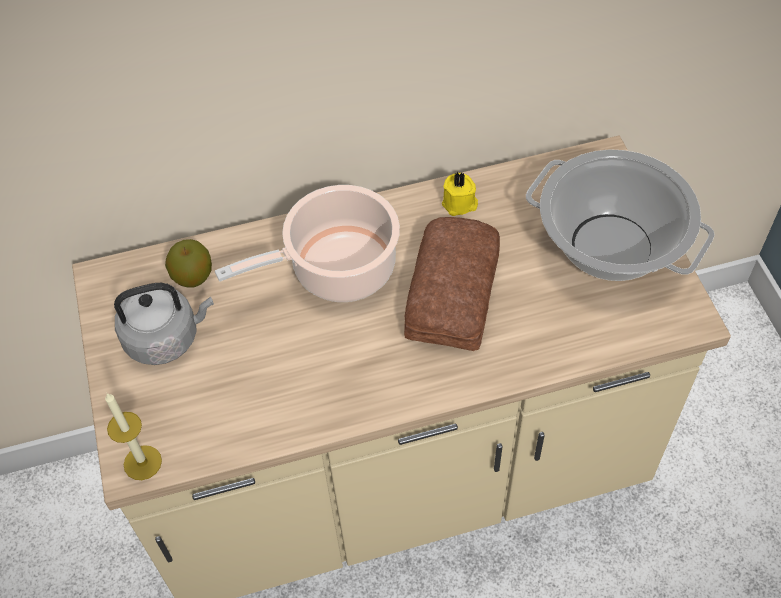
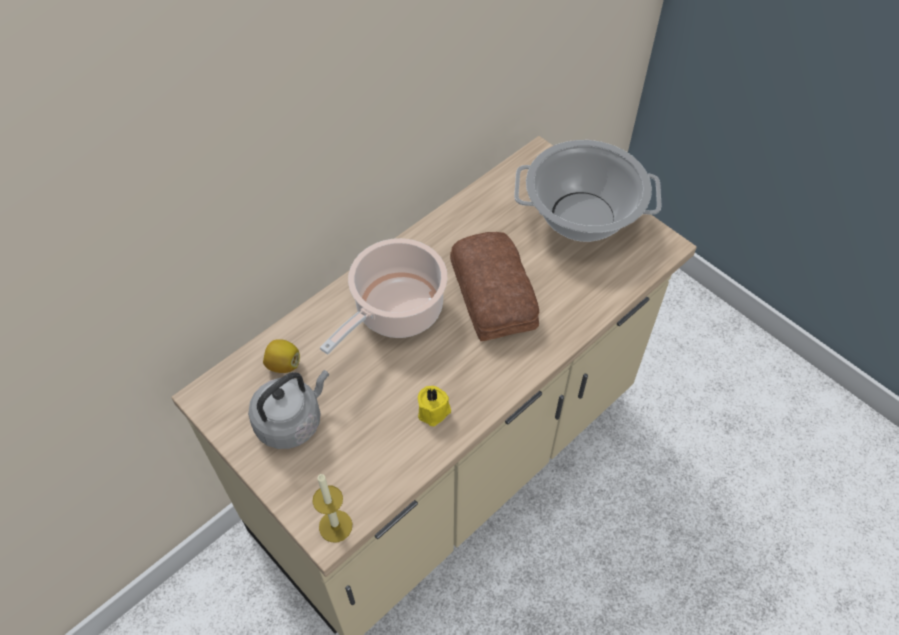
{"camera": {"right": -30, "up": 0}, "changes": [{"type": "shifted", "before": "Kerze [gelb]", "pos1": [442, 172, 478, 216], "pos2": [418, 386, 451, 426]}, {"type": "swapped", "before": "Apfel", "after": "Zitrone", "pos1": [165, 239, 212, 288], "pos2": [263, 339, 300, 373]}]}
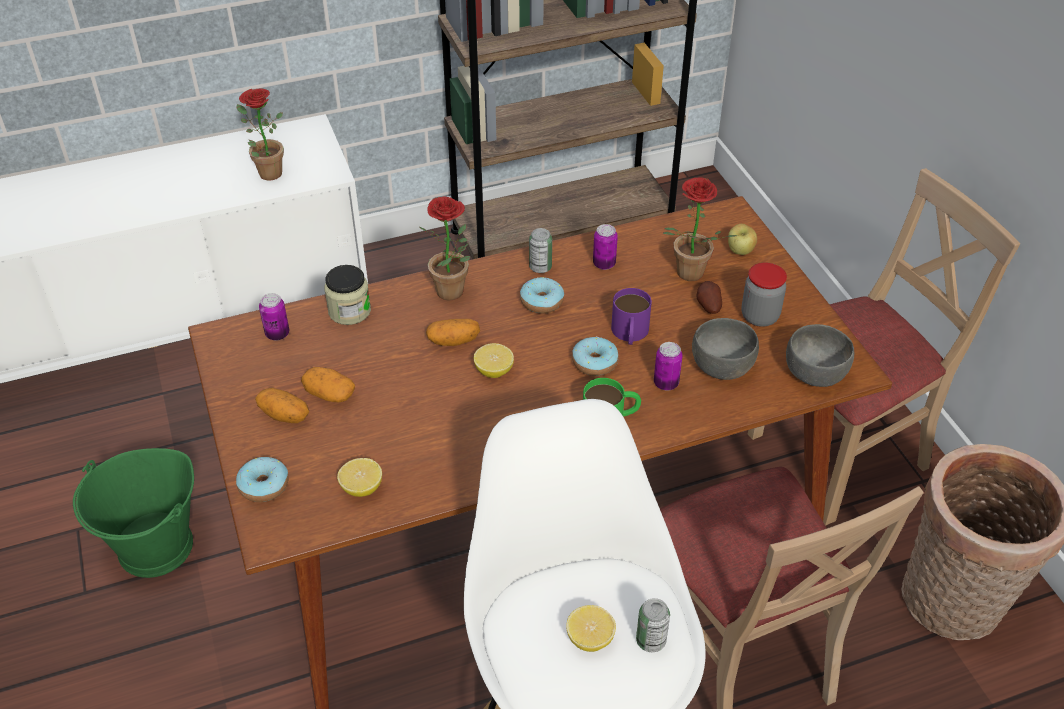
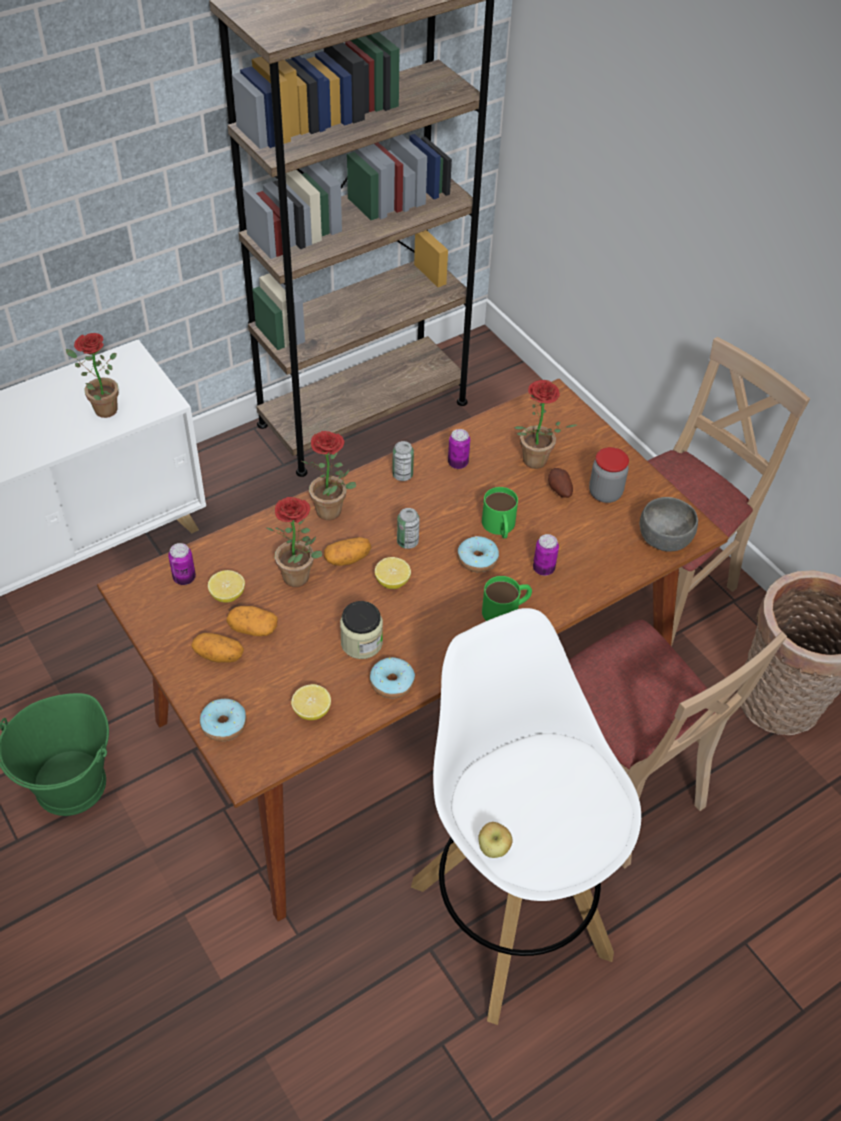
{"camera": {"right": -15, "up": 5}, "changes": [{"type": "shifted", "before": "Apfel", "pos1": [728, 224, 757, 255], "pos2": [478, 822, 513, 858]}, {"type": "shifted", "before": "Vorratsglas", "pos1": [324, 265, 371, 325], "pos2": [340, 601, 383, 659]}, {"type": "shifted", "before": "Donut", "pos1": [520, 277, 564, 314], "pos2": [370, 657, 415, 698]}, {"type": "repainted", "before": "Henkelbecher [lila]", "after": "Henkelbecher [grün]", "pos1": [611, 288, 652, 345], "pos2": [482, 487, 518, 538]}, {"type": "gone", "before": "Schüssel [grau]", "pos1": [692, 318, 759, 380]}, {"type": "shifted", "before": "Dose", "pos1": [636, 598, 670, 652], "pos2": [397, 508, 420, 549]}, {"type": "shifted", "before": "Zitrone", "pos1": [566, 605, 616, 652], "pos2": [208, 570, 245, 603]}, {"type": "new", "after": "Topfpflanze", "pos2": [266, 497, 322, 587]}]}
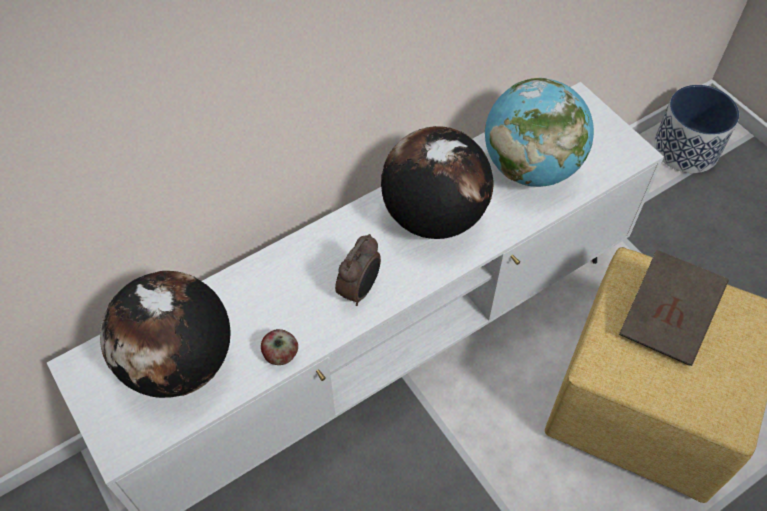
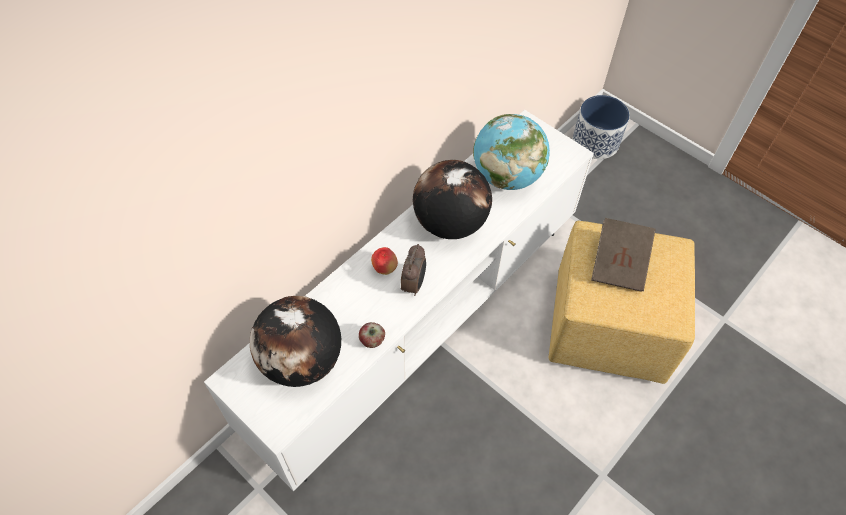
{"camera": {"right": -15, "up": 0}, "changes": [{"type": "new", "after": "Apfel", "pos2": [371, 247, 398, 275]}]}
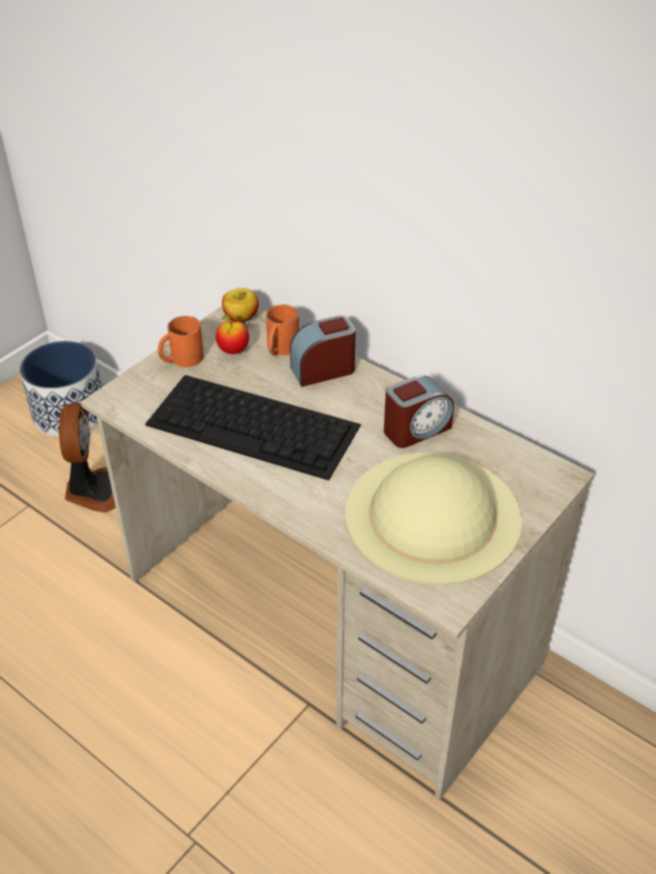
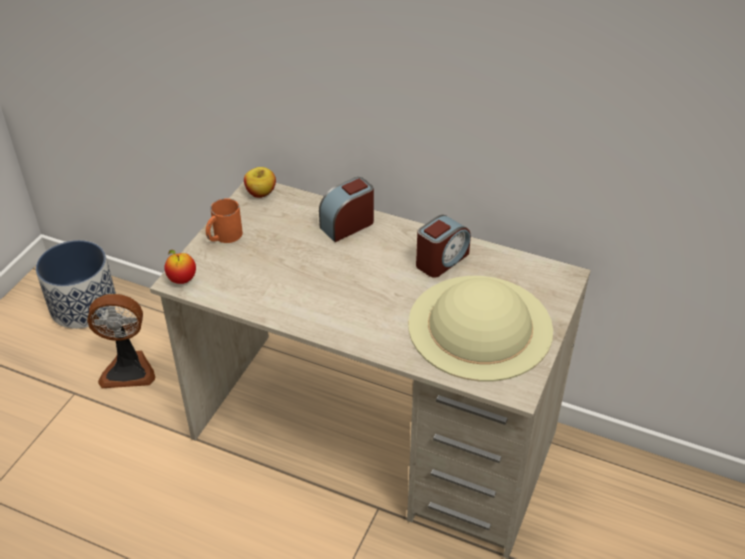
{"camera": {"right": -15, "up": 0}, "changes": [{"type": "gone", "before": "Henkelbecher [orange]", "pos1": [266, 305, 299, 356]}, {"type": "shifted", "before": "Apfel", "pos1": [216, 315, 249, 354], "pos2": [164, 250, 196, 284]}, {"type": "gone", "before": "Tastatur", "pos1": [145, 375, 361, 480]}, {"type": "rotated", "before": "Ventilator", "pos1": [59, 403, 116, 513], "pos2": [87, 294, 155, 388], "turn": 105}]}
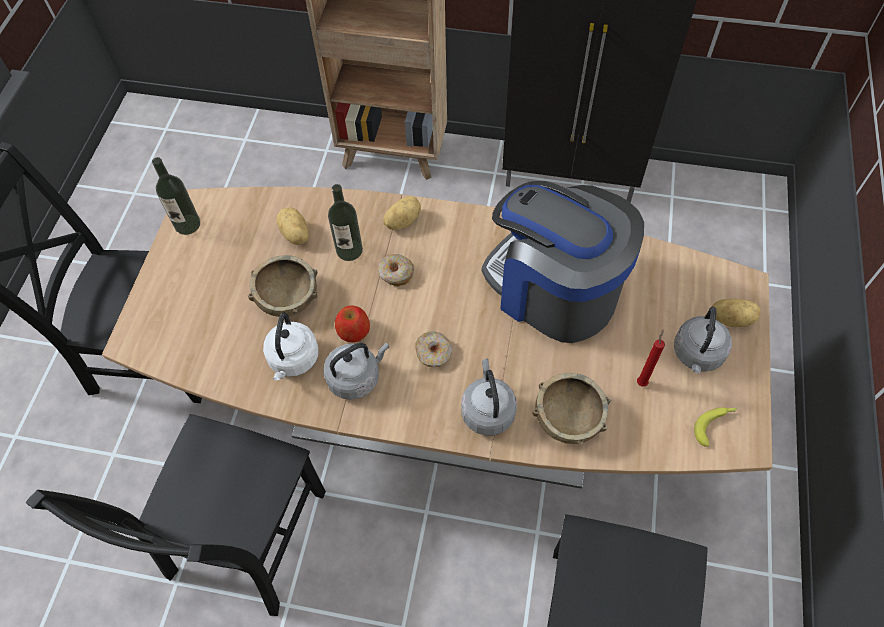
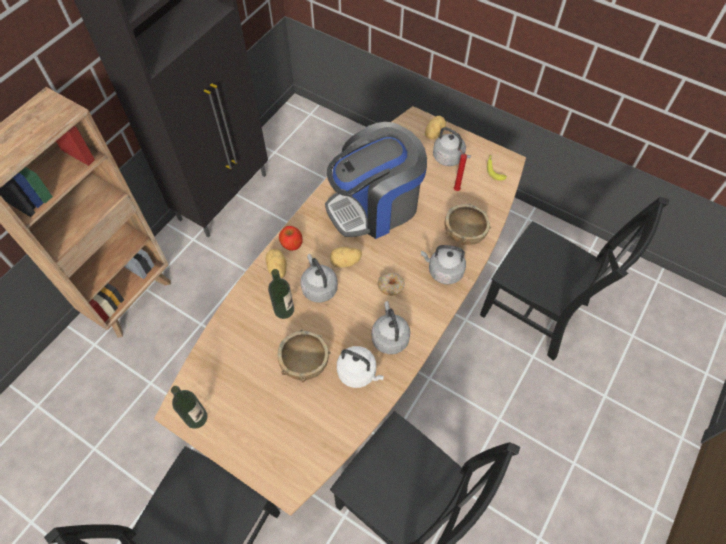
{"camera": {"right": -70, "up": 0}, "changes": [{"type": "shifted", "before": "Kartoffel", "pos1": [277, 207, 309, 245], "pos2": [330, 247, 362, 268]}, {"type": "swapped", "before": "Donut", "after": "Wasserkessel [grau]", "pos1": [378, 254, 414, 287], "pos2": [301, 254, 338, 302]}, {"type": "shifted", "before": "Apfel", "pos1": [335, 305, 370, 342], "pos2": [279, 226, 303, 251]}]}
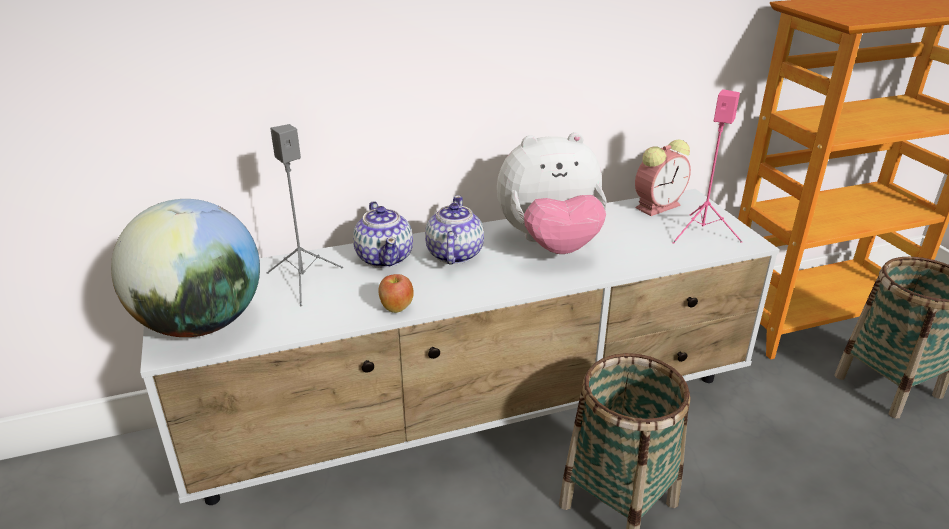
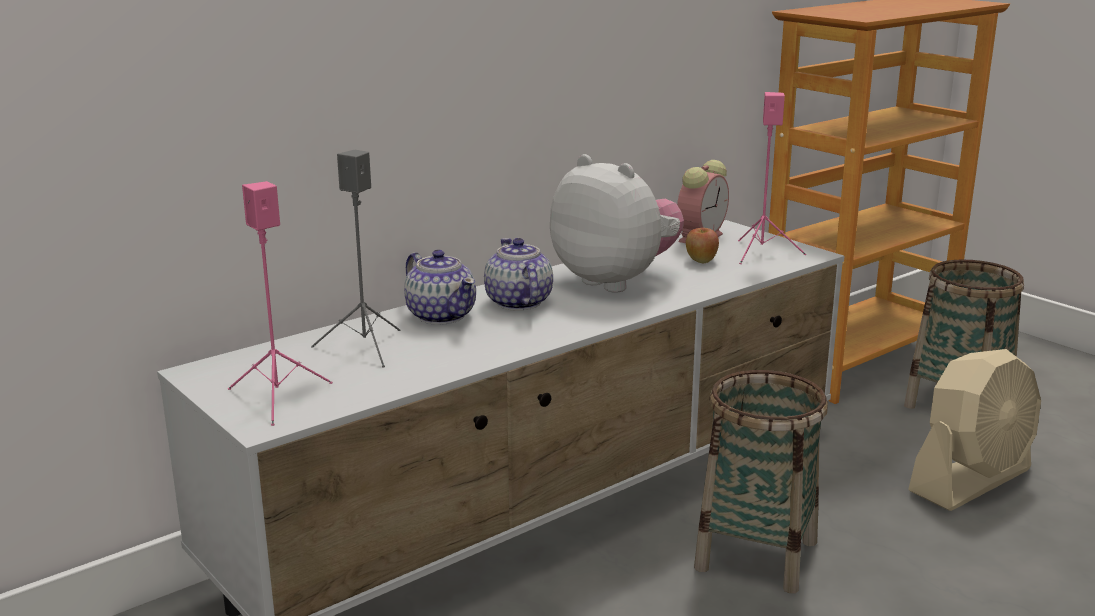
{"camera": {"right": -20, "up": -10}, "changes": [{"type": "rotated", "before": "Plüschtier", "pos1": [497, 132, 607, 254], "pos2": [550, 154, 684, 293], "turn": -105}, {"type": "swapped", "before": "Globus", "after": "Lautsprecher [rosa]", "pos1": [111, 199, 260, 337], "pos2": [228, 181, 333, 426]}, {"type": "shifted", "before": "Apfel", "pos1": [379, 274, 414, 313], "pos2": [686, 228, 719, 263]}, {"type": "new", "after": "Ventilator [beige]", "pos2": [908, 349, 1041, 511]}]}
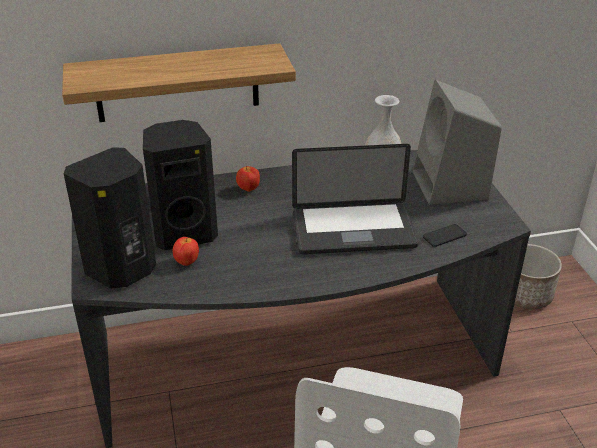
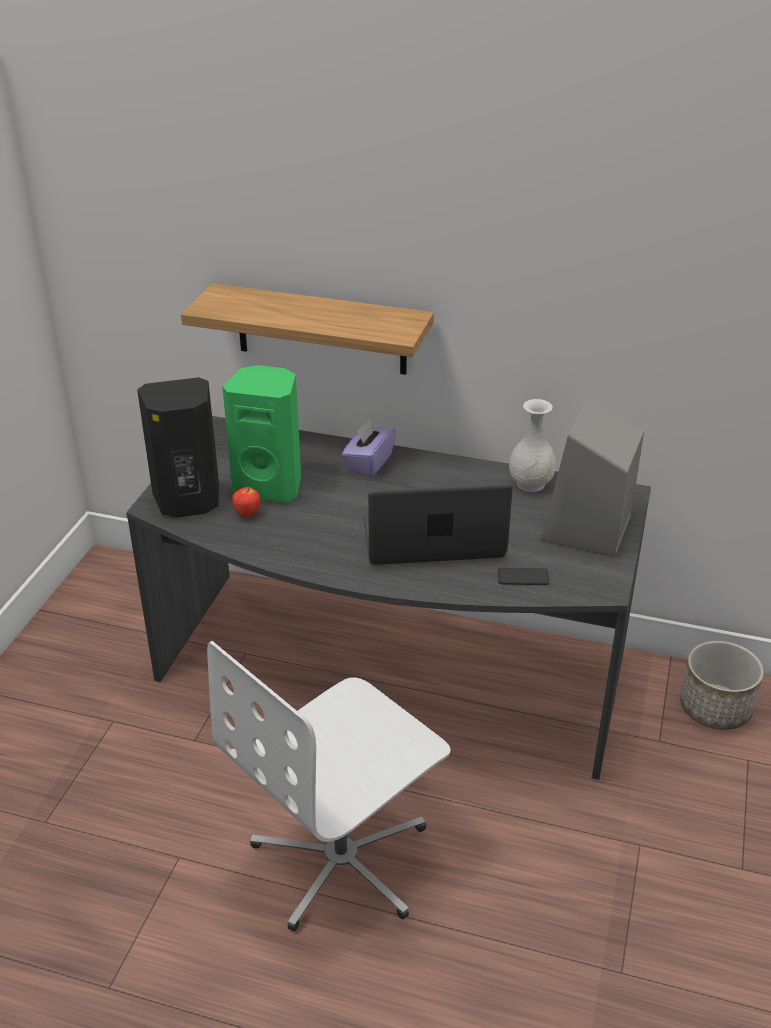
{"camera": {"right": 30, "up": 0}, "changes": [{"type": "repainted", "before": "Lautsprecher [schwarz]", "after": "Lautsprecher [grün]", "pos1": [143, 120, 218, 250], "pos2": [222, 365, 301, 503]}, {"type": "rotated", "before": "Laptop", "pos1": [292, 144, 419, 254], "pos2": [364, 484, 513, 565], "turn": 150}, {"type": "swapped", "before": "Apfel", "after": "Taschentuchbox [lila]", "pos1": [236, 166, 260, 192], "pos2": [342, 419, 396, 477]}]}
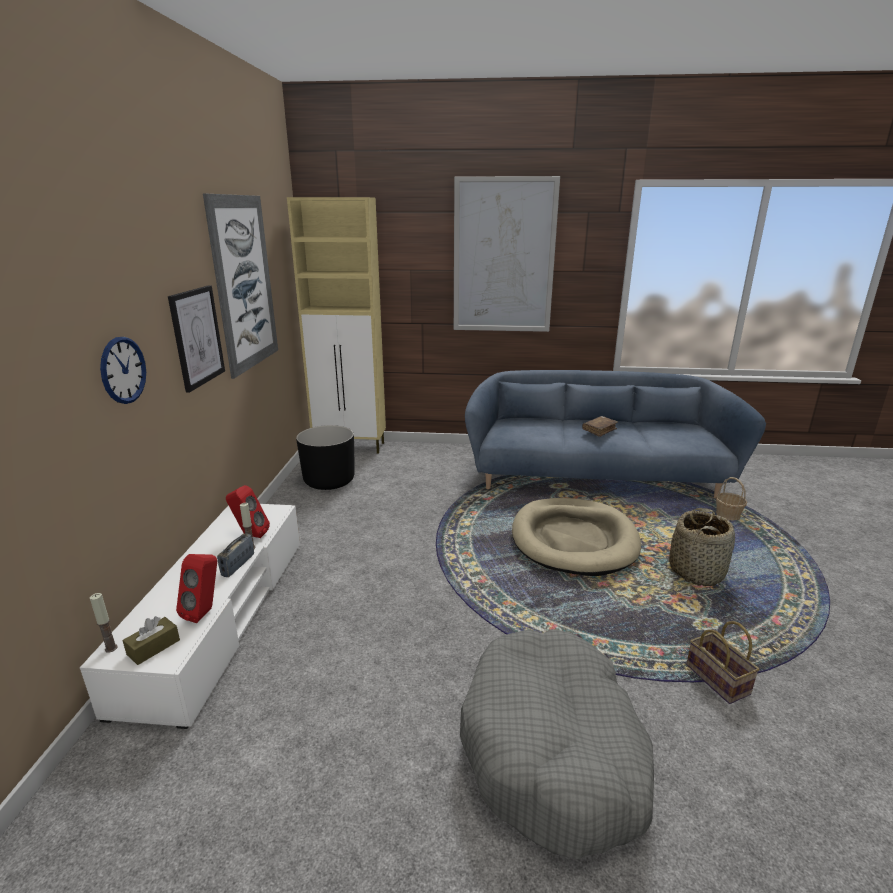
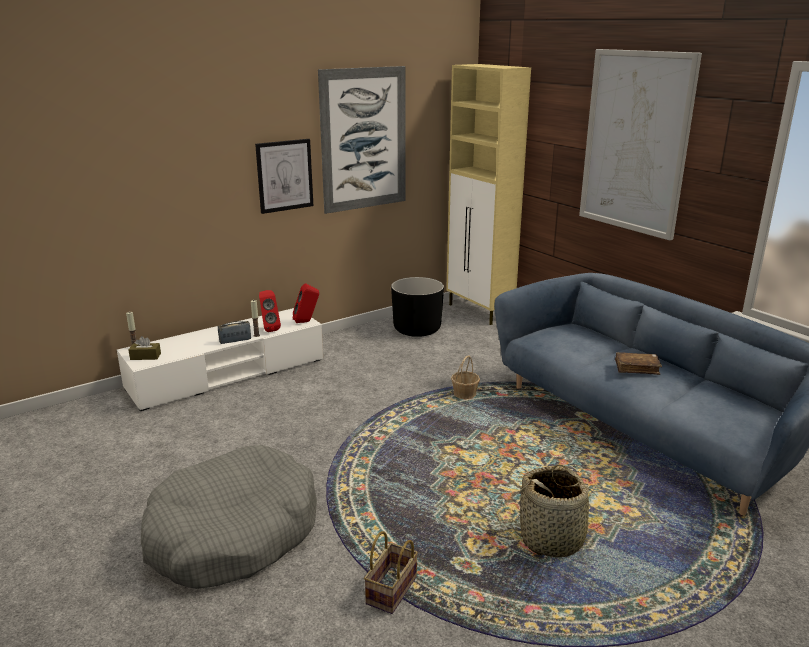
{"camera": {"right": 50, "up": 0}, "changes": [{"type": "gone", "before": "Wanduhr", "pos1": [100, 337, 146, 404]}, {"type": "shifted", "before": "Korb", "pos1": [716, 477, 747, 520], "pos2": [451, 356, 480, 399]}, {"type": "gone", "before": "Hundebett [beige]", "pos1": [512, 498, 641, 576]}, {"type": "shifted", "before": "Lautsprecher [rot]", "pos1": [176, 554, 217, 623], "pos2": [293, 283, 319, 323]}]}
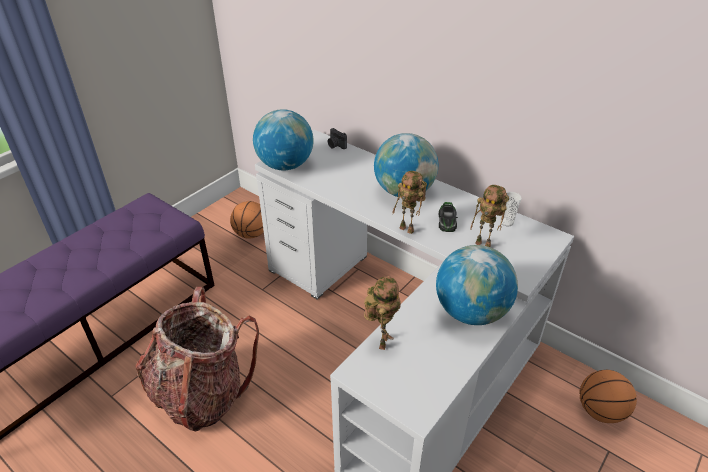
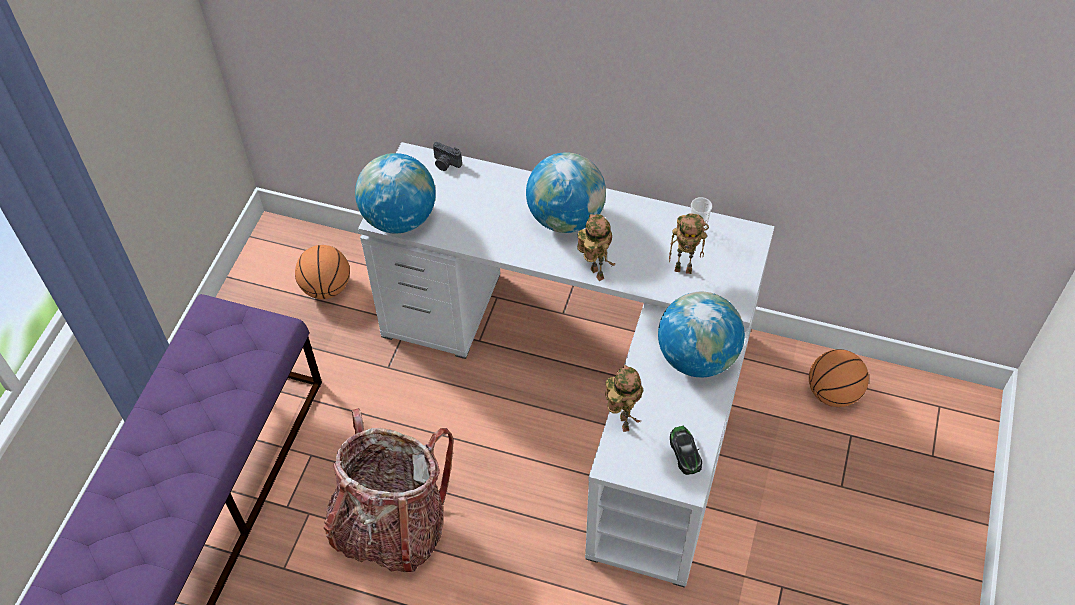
{"camera": {"right": -20, "up": 15}, "changes": [{"type": "rotated", "before": "Spielzeugroboter", "pos1": [392, 171, 427, 234], "pos2": [577, 214, 616, 281], "turn": -135}, {"type": "shifted", "before": "Spielzeugauto", "pos1": [439, 202, 458, 232], "pos2": [670, 426, 702, 475]}]}
